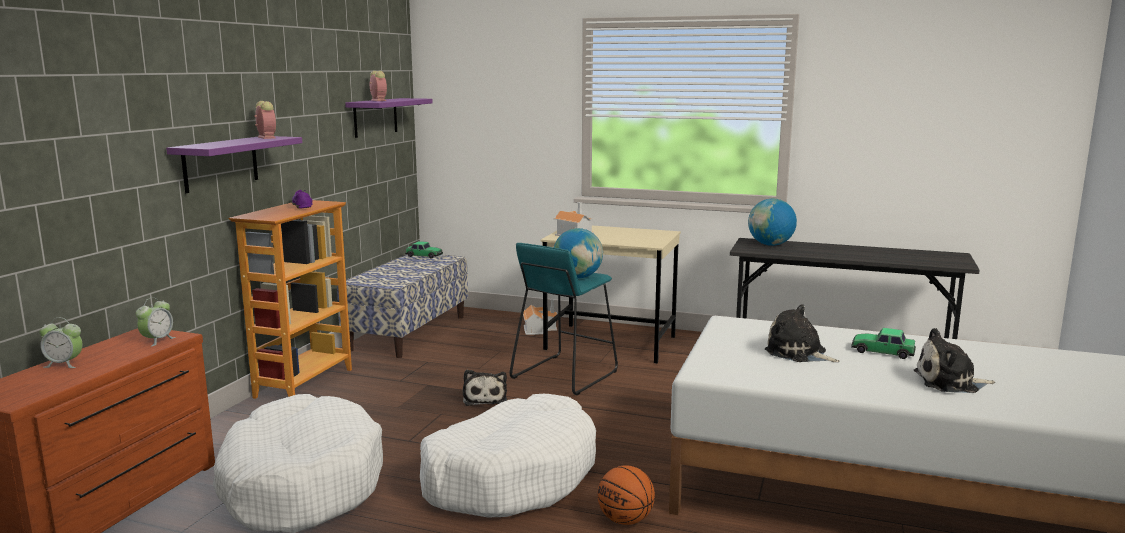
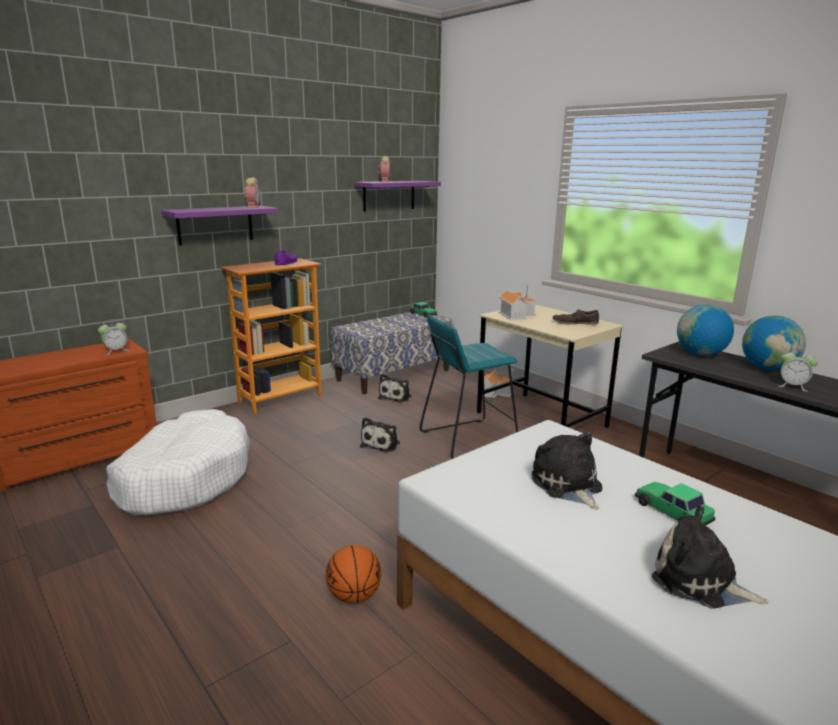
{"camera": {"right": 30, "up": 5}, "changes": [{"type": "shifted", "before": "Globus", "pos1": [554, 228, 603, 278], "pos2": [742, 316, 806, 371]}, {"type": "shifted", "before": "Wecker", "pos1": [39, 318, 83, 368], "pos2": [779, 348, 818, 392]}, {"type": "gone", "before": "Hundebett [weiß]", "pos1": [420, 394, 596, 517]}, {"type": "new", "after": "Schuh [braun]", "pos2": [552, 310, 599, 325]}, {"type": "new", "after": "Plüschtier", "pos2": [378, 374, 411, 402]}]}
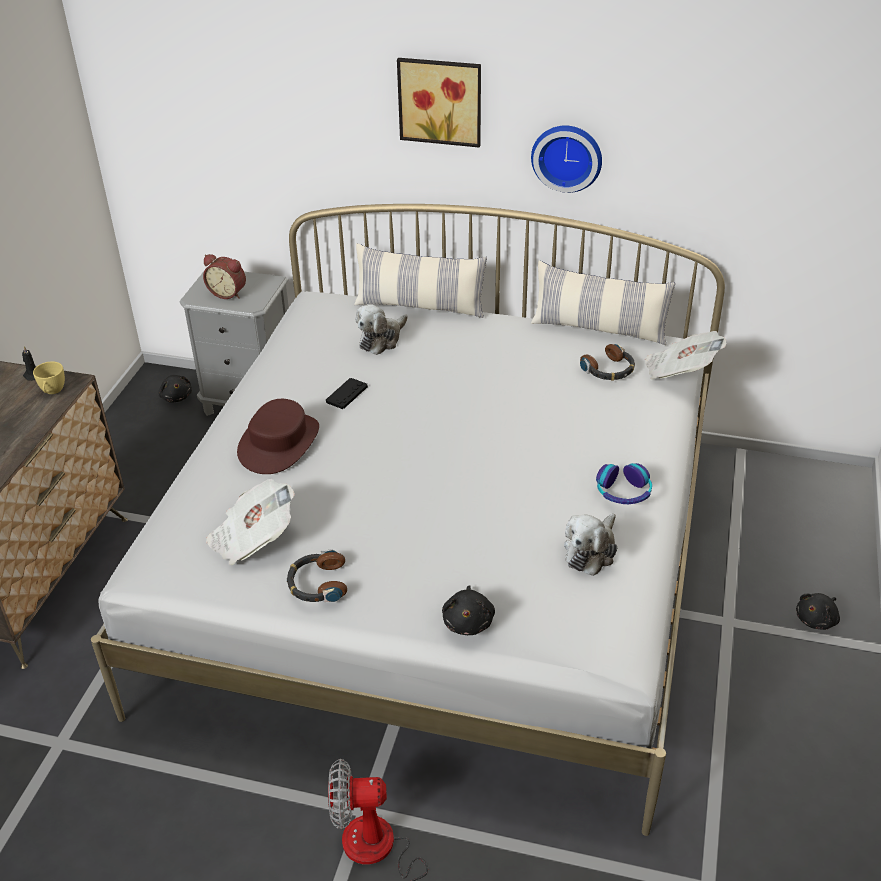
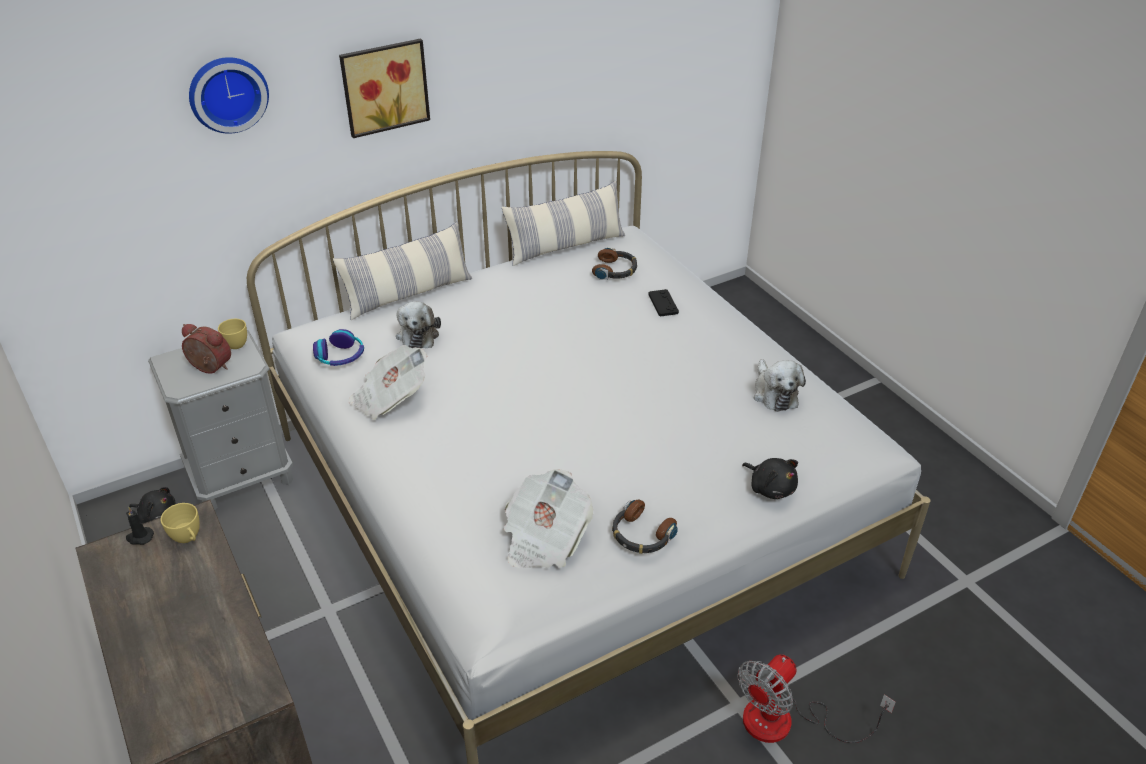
{"camera": {"right": -45, "up": 0}, "changes": [{"type": "shifted", "before": "Wanduhr", "pos1": [531, 125, 602, 193], "pos2": [189, 57, 269, 134]}, {"type": "rotated", "before": "Wecker", "pos1": [203, 254, 246, 299], "pos2": [182, 324, 231, 374], "turn": -135}, {"type": "shifted", "before": "Zeitung", "pos1": [645, 331, 726, 380], "pos2": [349, 345, 427, 420]}, {"type": "shifted", "before": "Gamepad [schwarz]", "pos1": [326, 378, 368, 409], "pos2": [648, 289, 679, 317]}, {"type": "gone", "before": "Hut [braun]", "pos1": [237, 399, 319, 474]}, {"type": "shifted", "before": "Kopfhörer", "pos1": [596, 463, 652, 504], "pos2": [313, 329, 364, 366]}, {"type": "gone", "before": "Plüschtier [schwarz]", "pos1": [796, 593, 840, 630]}, {"type": "new", "after": "Tasse [gelb]", "pos2": [218, 319, 247, 349]}]}
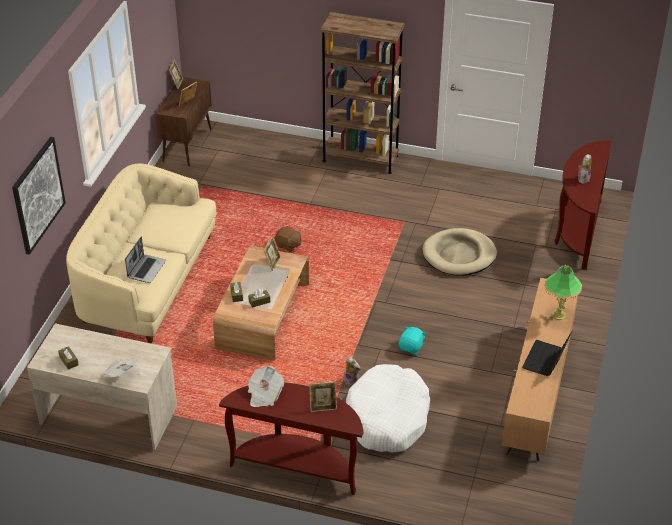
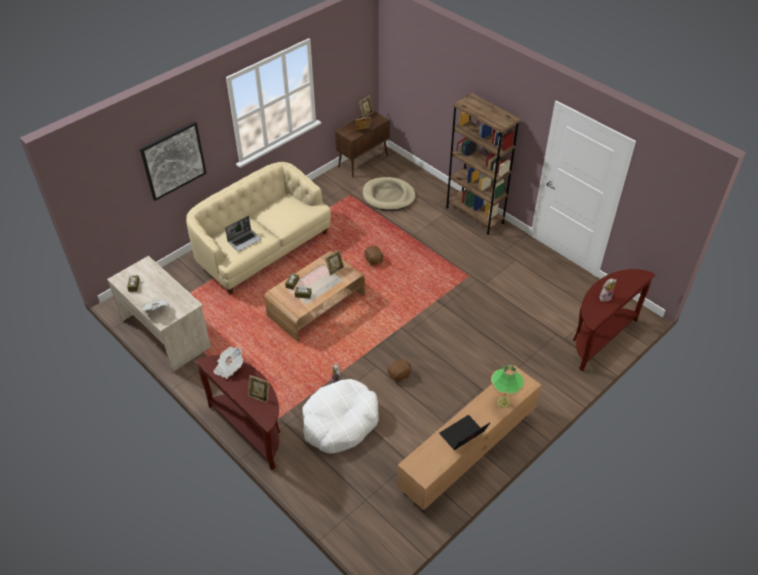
{"camera": {"right": 30, "up": 5}, "changes": [{"type": "shifted", "before": "Hundebett [beige]", "pos1": [423, 228, 497, 276], "pos2": [363, 177, 416, 211]}, {"type": "repainted", "before": "Plüschtier [türkis]", "after": "Plüschtier [braun]", "pos1": [399, 326, 426, 355], "pos2": [388, 358, 411, 383]}]}
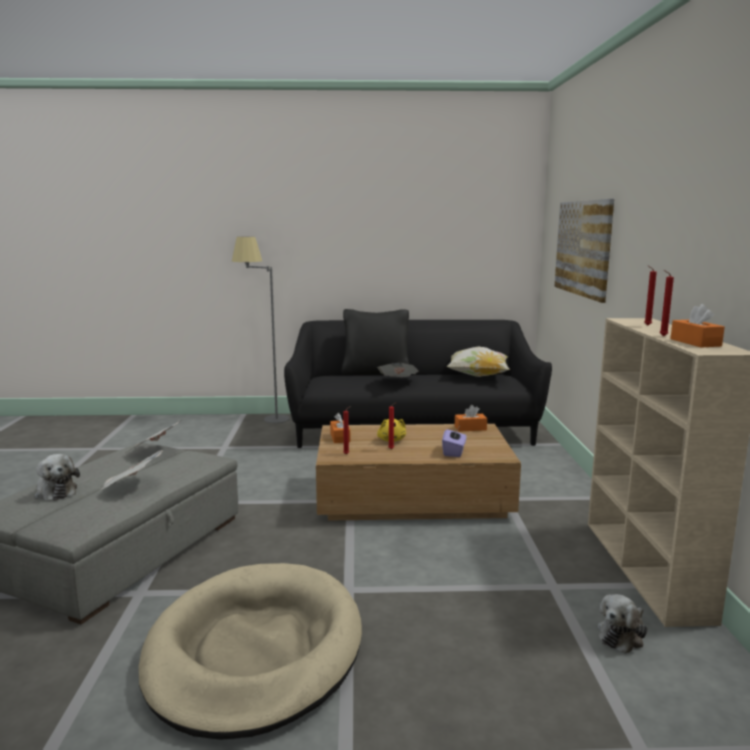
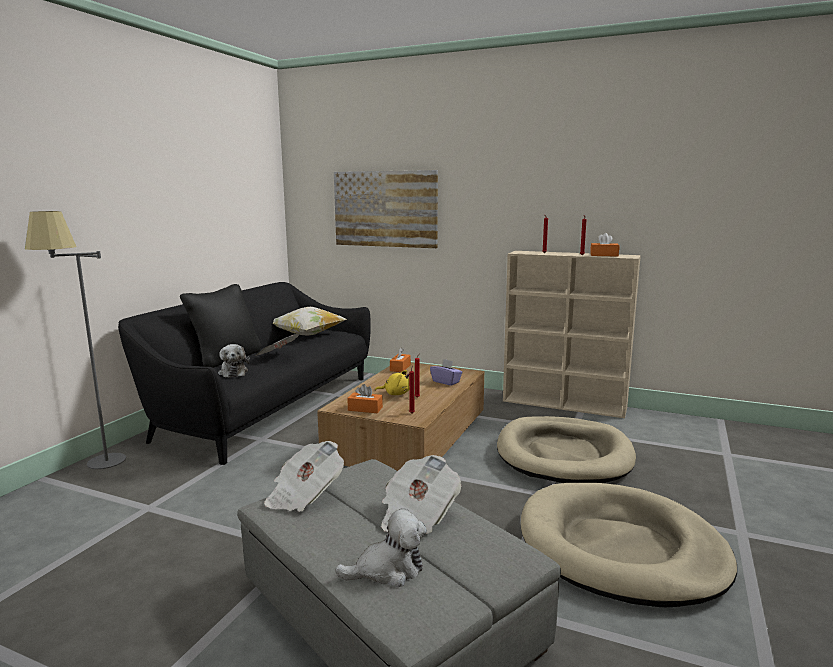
{"camera": {"right": -65, "up": 0}, "changes": [{"type": "shifted", "before": "Plüschtier", "pos1": [598, 594, 648, 654], "pos2": [218, 344, 250, 378]}, {"type": "new", "after": "Hundebett [beige]", "pos2": [497, 416, 636, 483]}]}
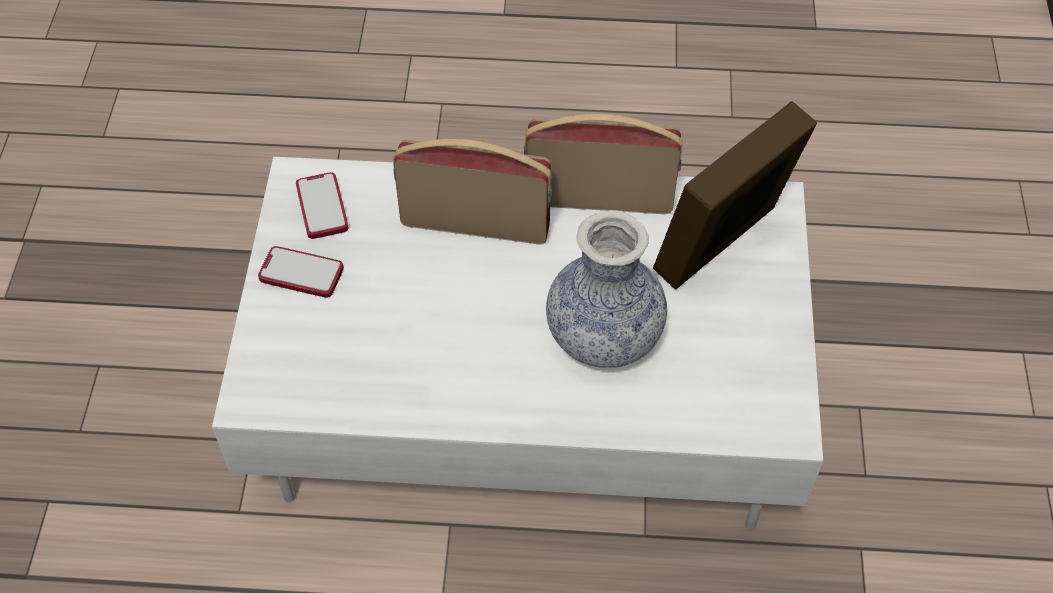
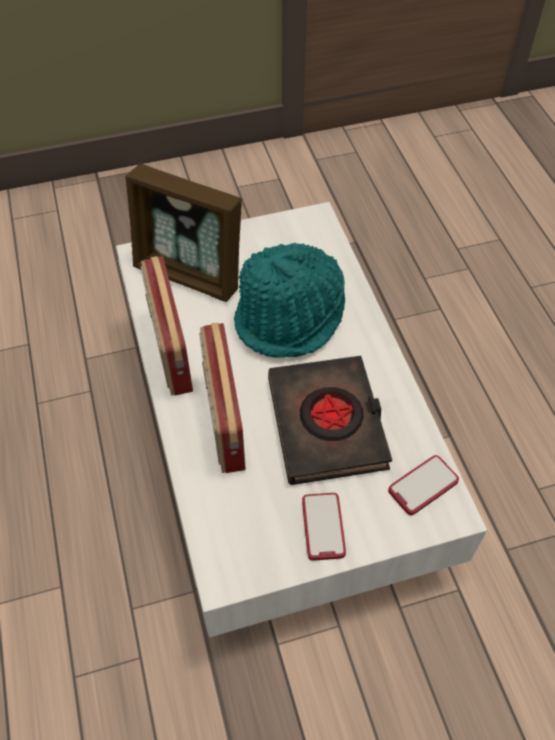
{"camera": {"right": -110, "up": 0}, "changes": [{"type": "shifted", "before": "Handy", "pos1": [296, 172, 349, 239], "pos2": [388, 455, 459, 515]}, {"type": "swapped", "before": "Vase", "after": "Hut [türkis]", "pos1": [546, 210, 667, 368], "pos2": [234, 243, 345, 358]}, {"type": "new", "after": "Buch [schwarz]", "pos2": [268, 356, 392, 485]}]}
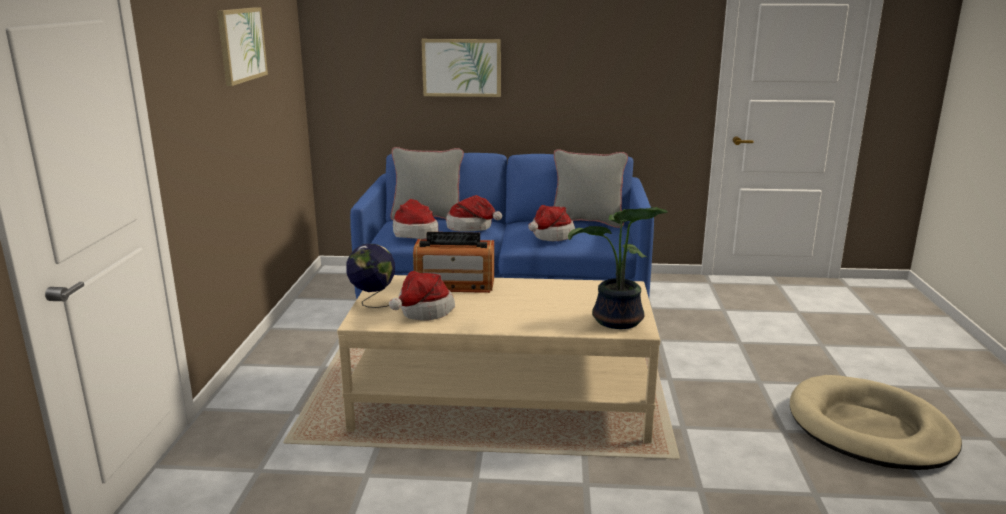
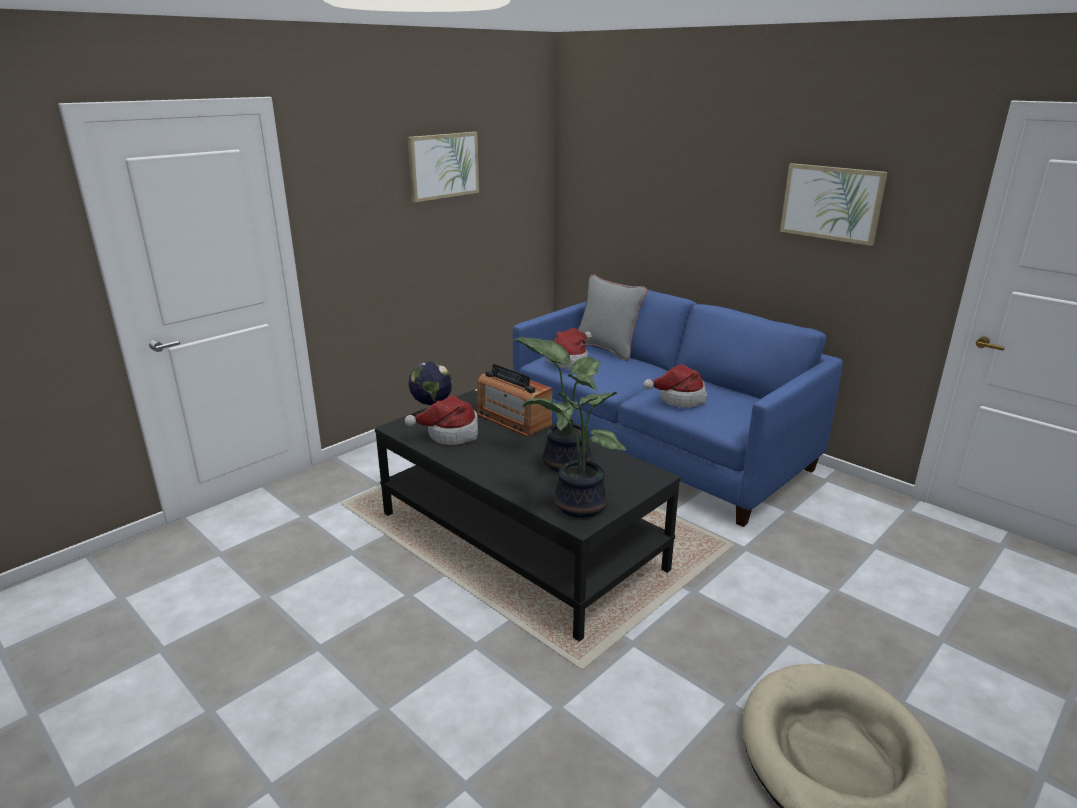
{"camera": {"right": 40, "up": 5}, "changes": [{"type": "shifted", "before": "Bild", "pos1": [421, 39, 501, 97], "pos2": [780, 163, 888, 246]}, {"type": "gone", "before": "Kissen [grau]", "pos1": [553, 149, 628, 228]}, {"type": "gone", "before": "Hut", "pos1": [446, 195, 502, 232]}, {"type": "repainted", "before": "Couchtisch [beige]", "after": "Couchtisch [schwarz]", "pos1": [337, 275, 660, 443], "pos2": [375, 390, 681, 642]}, {"type": "new", "after": "Topfpflanze", "pos2": [514, 337, 601, 472]}]}
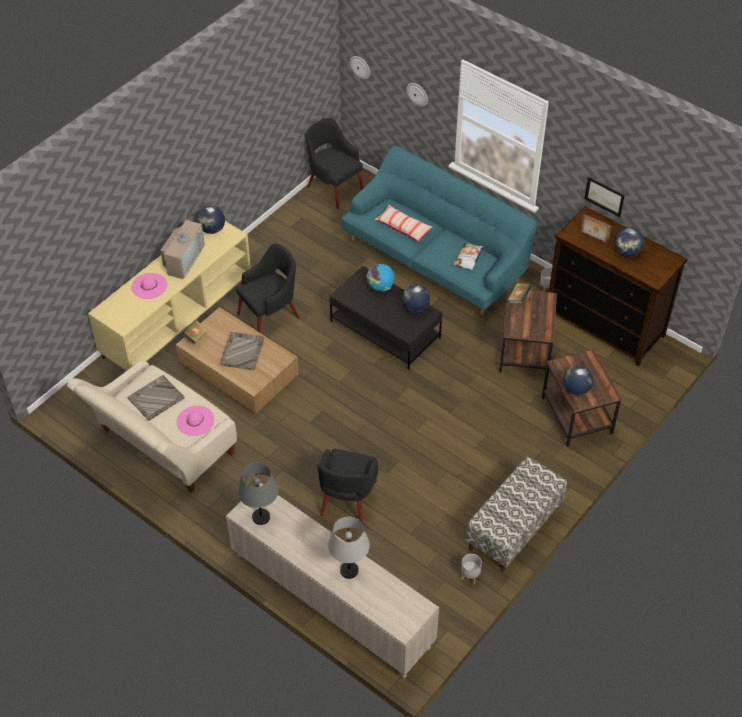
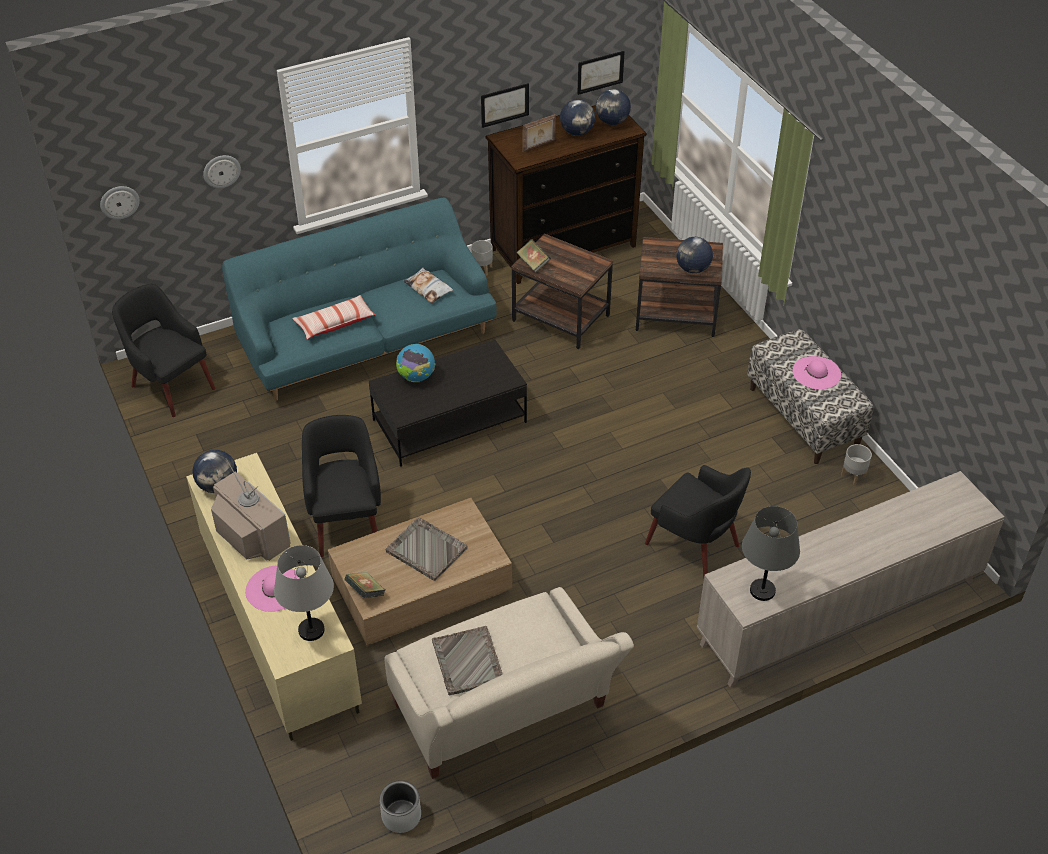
{"camera": {"right": -65, "up": -5}, "changes": [{"type": "rotated", "before": "Sessel [schwarz]", "pos1": [306, 118, 363, 210], "pos2": [112, 284, 216, 417], "turn": 60}, {"type": "shifted", "before": "Globus", "pos1": [402, 284, 430, 313], "pos2": [596, 89, 631, 125]}, {"type": "shifted", "before": "Hut [rosa]", "pos1": [177, 406, 214, 436], "pos2": [793, 356, 841, 389]}, {"type": "shifted", "before": "Tischlampe [grau]", "pos1": [328, 517, 370, 579], "pos2": [274, 545, 334, 641]}, {"type": "new", "after": "Bild", "pos2": [577, 51, 625, 95]}, {"type": "new", "after": "Pflanzkübel [grau]", "pos2": [379, 780, 421, 833]}]}
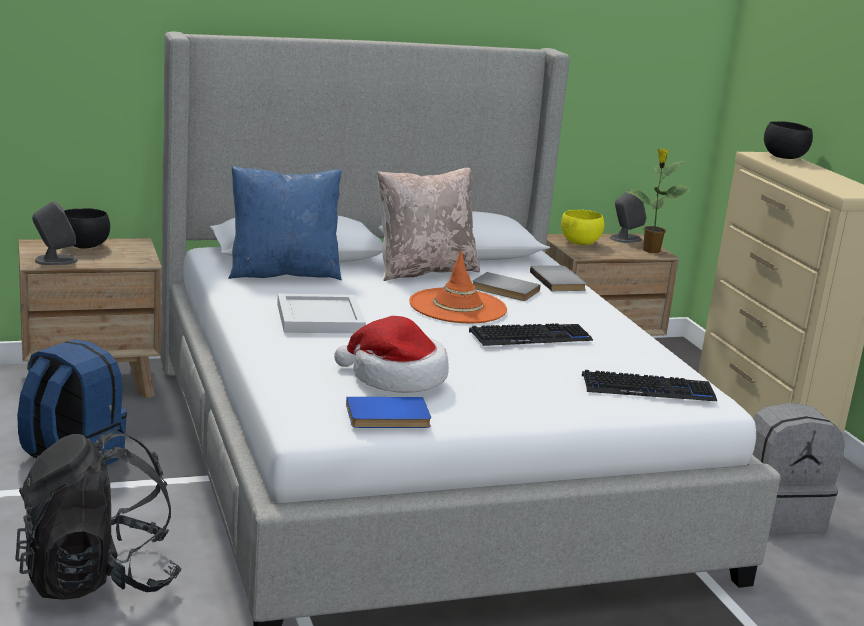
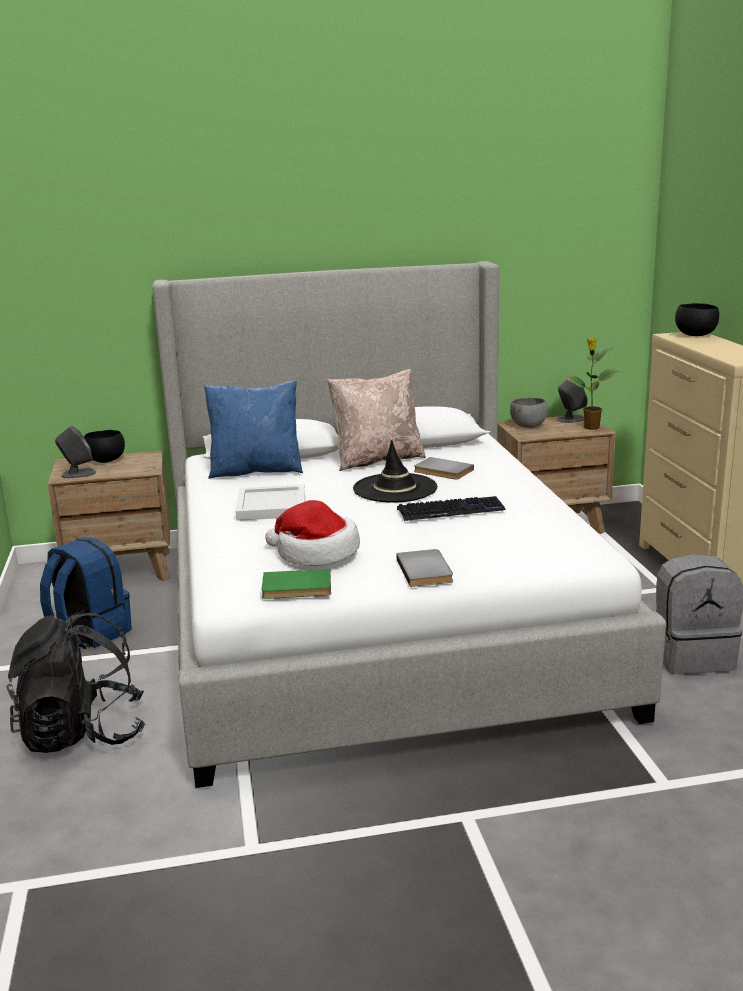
{"camera": {"right": 10, "up": 0}, "changes": [{"type": "repainted", "before": "Schüssel [gelb]", "after": "Schüssel [grau]", "pos1": [561, 209, 604, 245], "pos2": [510, 397, 548, 428]}, {"type": "repainted", "before": "Hut [orange]", "after": "Hut [schwarz]", "pos1": [409, 250, 507, 323], "pos2": [353, 440, 437, 503]}, {"type": "shifted", "before": "Buch [grau]", "pos1": [530, 266, 587, 291], "pos2": [396, 549, 453, 587]}, {"type": "gone", "before": "Tastatur", "pos1": [582, 370, 717, 401]}, {"type": "repainted", "before": "Buch [blau]", "after": "Buch [grün]", "pos1": [346, 397, 431, 428], "pos2": [261, 569, 331, 599]}]}
